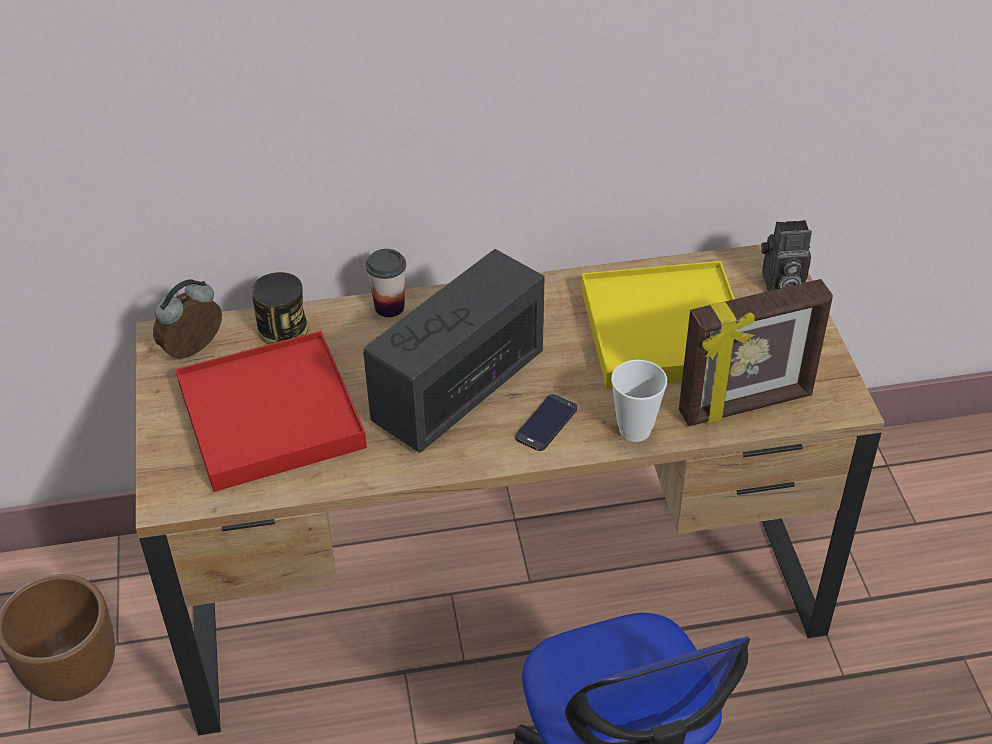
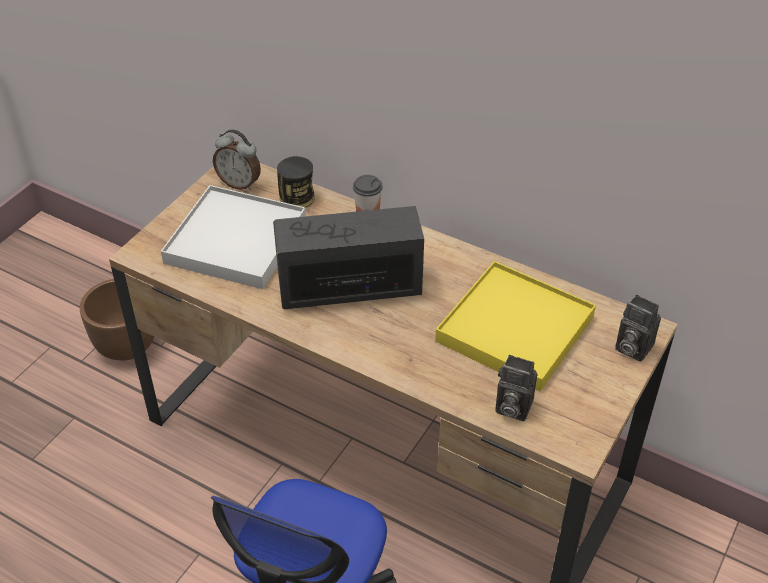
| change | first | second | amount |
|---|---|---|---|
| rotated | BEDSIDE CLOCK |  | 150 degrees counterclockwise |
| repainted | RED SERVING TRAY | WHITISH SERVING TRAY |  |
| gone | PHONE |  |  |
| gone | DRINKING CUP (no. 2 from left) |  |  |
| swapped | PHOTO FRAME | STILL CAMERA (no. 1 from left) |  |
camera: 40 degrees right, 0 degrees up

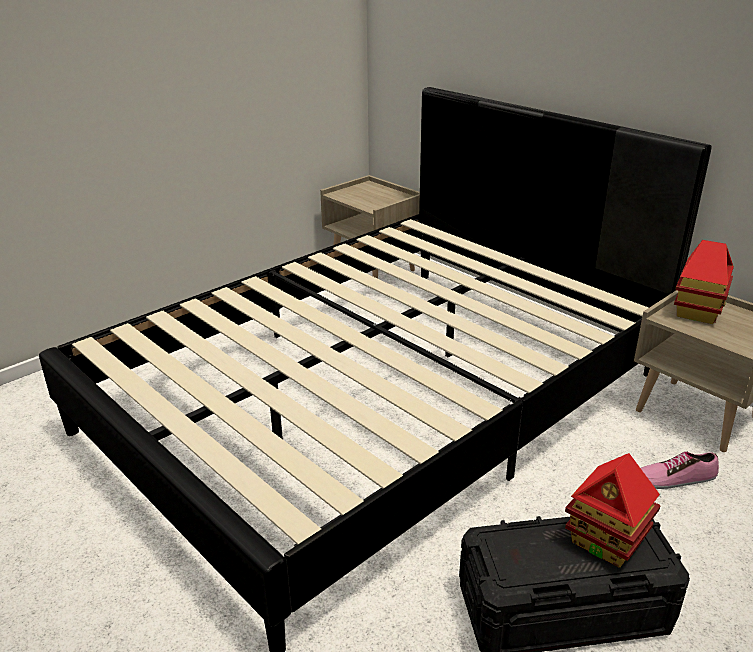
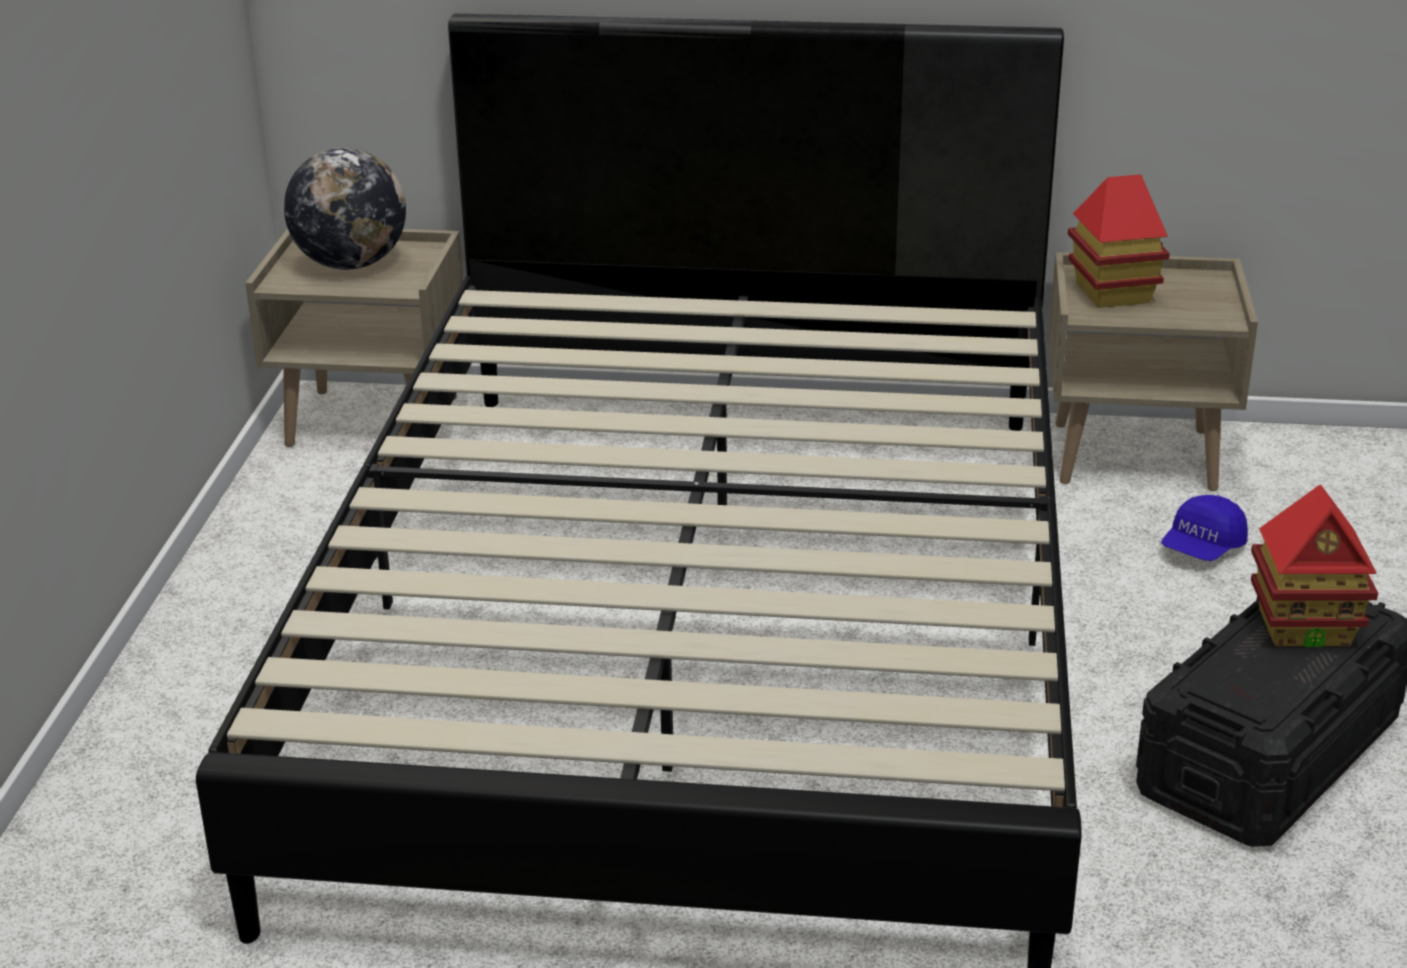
| change | first | second | amount |
|---|---|---|---|
| swapped | SHOE | BLUE PEAKED CAP |  |
| new |  | GLOBE |  |
camera: 40 degrees left, 0 degrees up

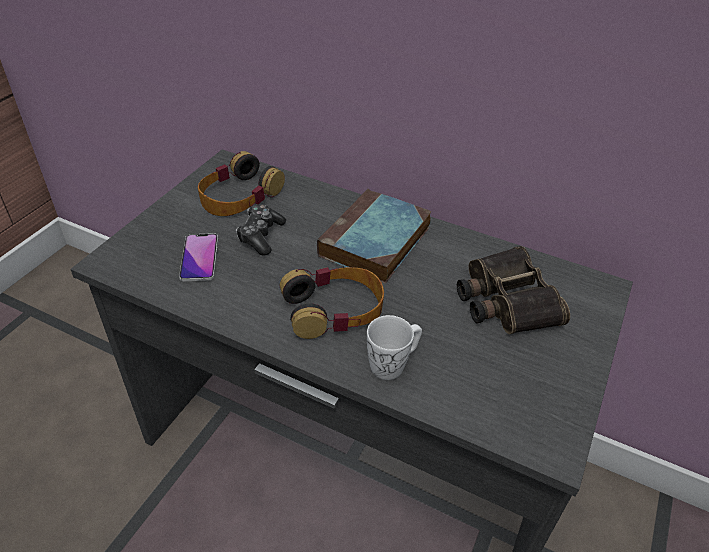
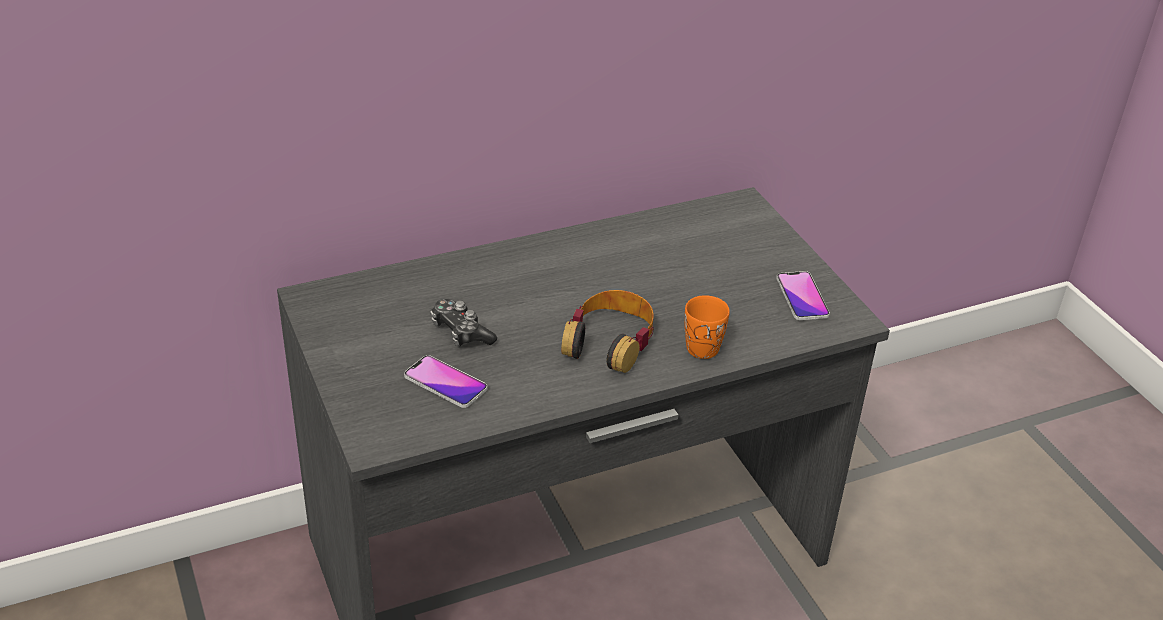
| change | first | second | amount |
|---|---|---|---|
| gone | HEADSET (no. 1 from left) |  |  |
| gone | VOLUME |  |  |
| repainted | WHITISH TEA MUG | ORANGE-COLOURED TEA MUG |  |
| gone | BINOCULARS |  |  |
| new |  | PHONE (no. 2 from left) |  |
camera: 50 degrees left, 5 degrees down

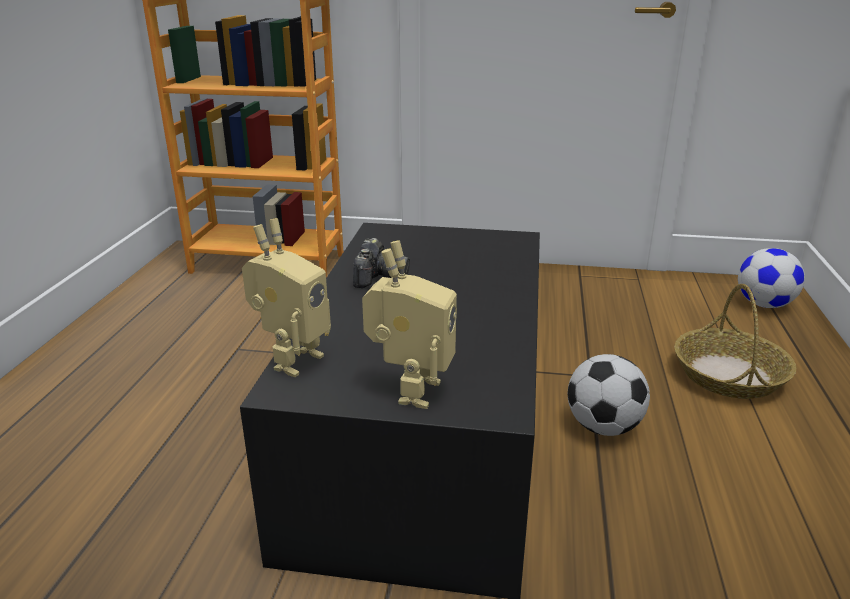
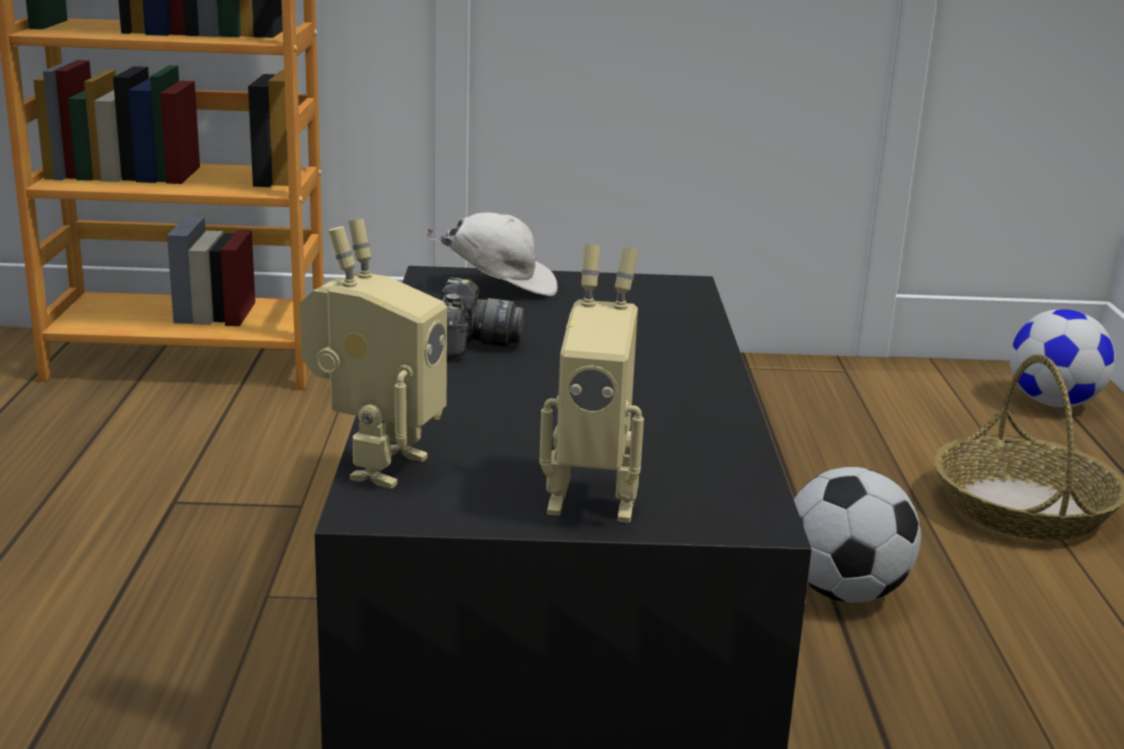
| change | first | second | amount |
|---|---|---|---|
| rotated | TOY ROBOT (no. 2 from left) |  | 90 degrees clockwise |
| new |  | WHITISH PEAKED CAP |  |
camera: 10 degrees left, 5 degrees down

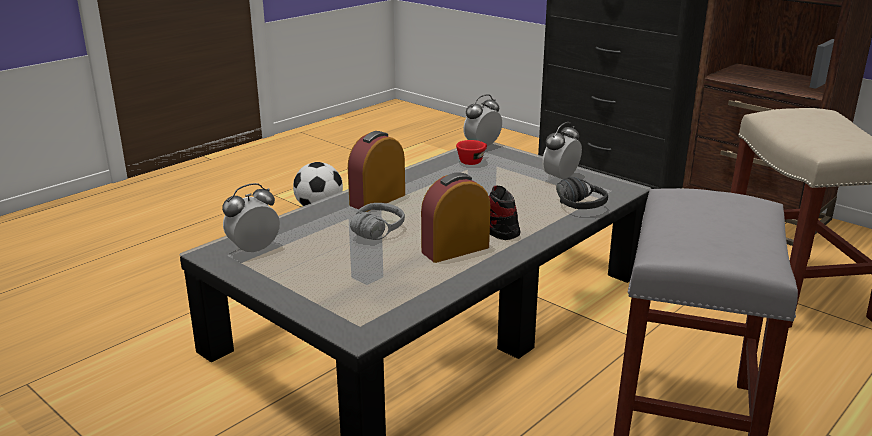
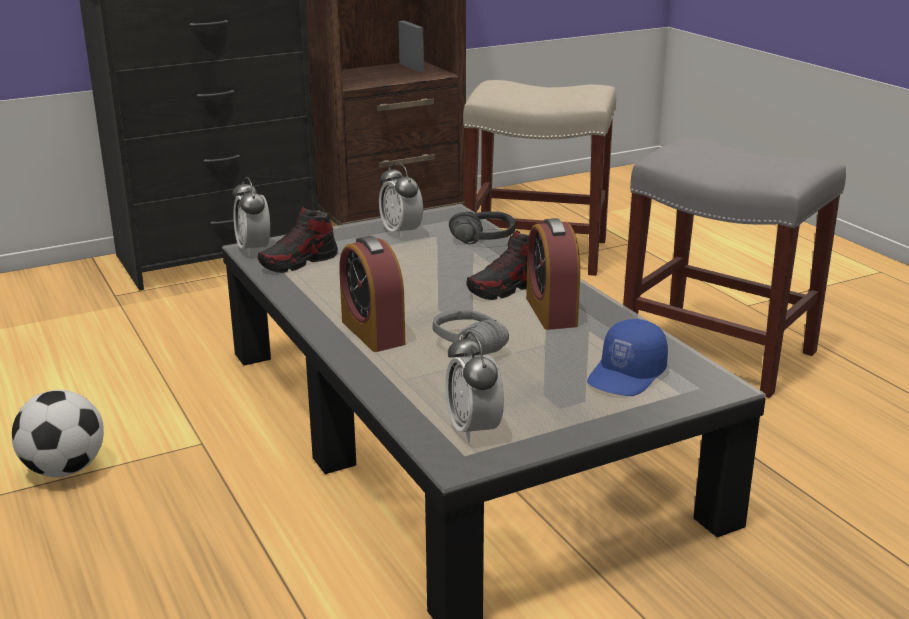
| change | first | second | amount |
|---|---|---|---|
| swapped | RED DRINKING CUP | SHOE (no. 1 from left) |  |
| new |  | BLUE PEAKED CAP |  |
camera: 70 degrees left, 0 degrees up

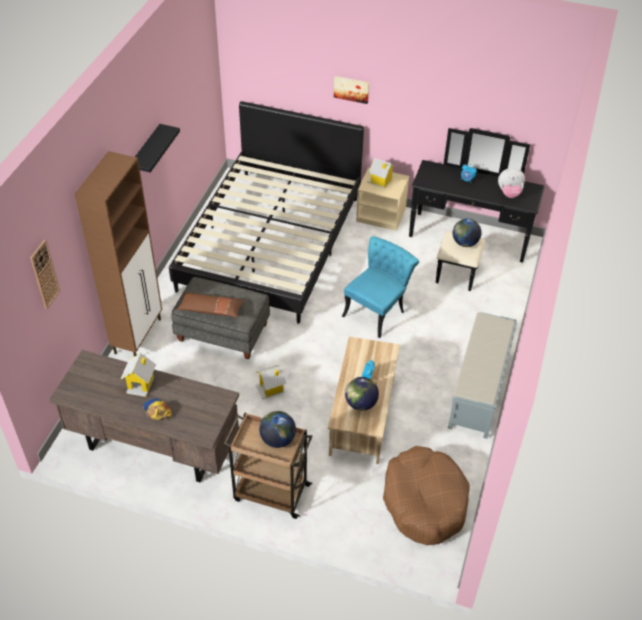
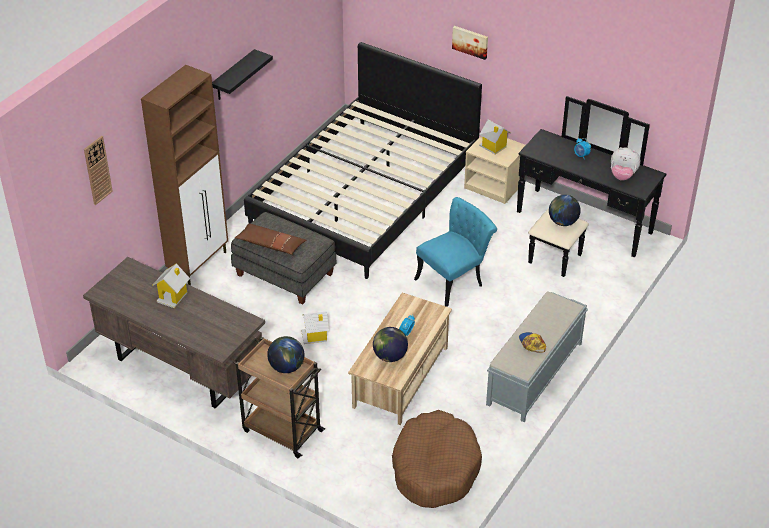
| change | first | second | amount |
|---|---|---|---|
| shifted | PEAKED CAP |  |  |
camera: 15 degrees right, 5 degrees down

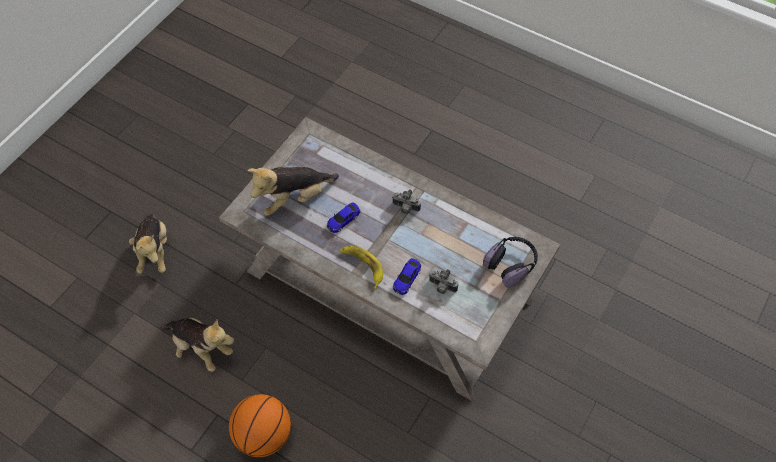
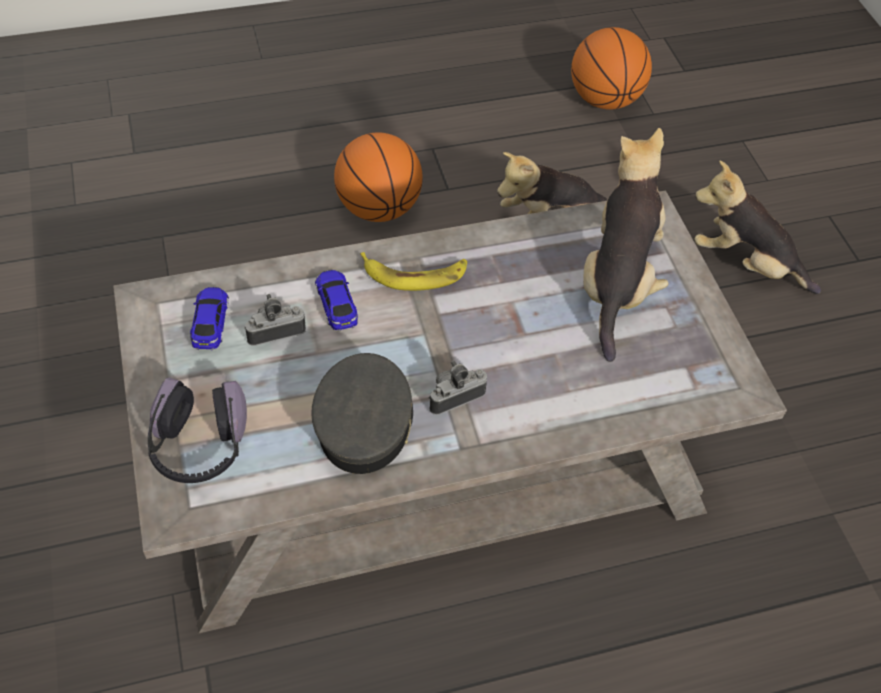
| change | first | second | amount |
|---|---|---|---|
| shifted | MODEL CAR (no. 1 from left) |  |  |
| new |  | GREYISH PEAKED CAP |  |
| new |  | BALL FOR BASKETBALL (no. 2 from left) |  |
camera: 130 degrees right, 5 degrees down

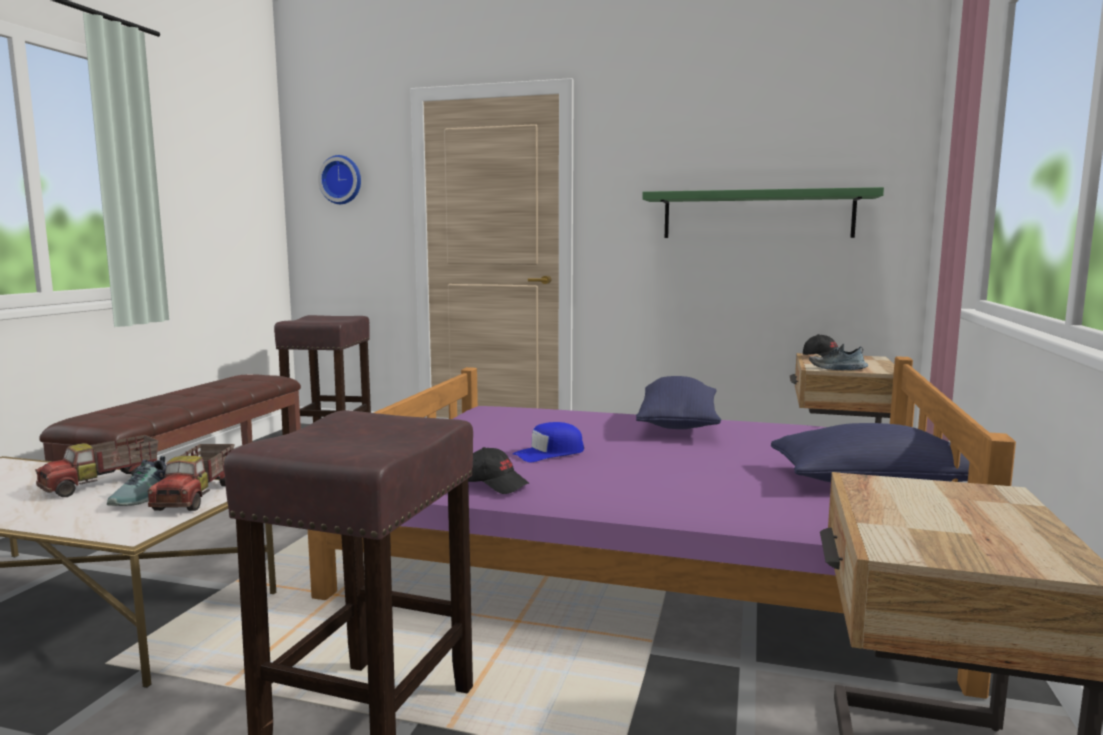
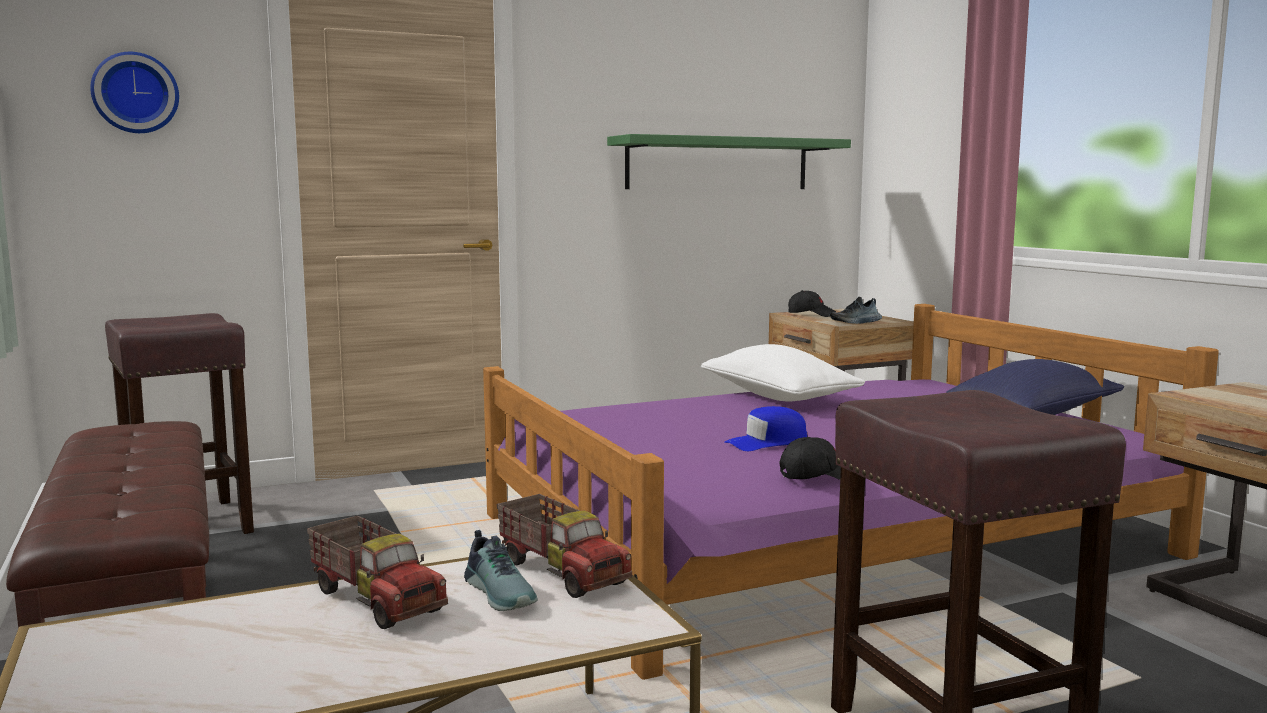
| change | first | second | amount |
|---|---|---|---|
| rotated | TOY TRUCK (no. 1 from left) |  | 45 degrees counterclockwise |
| rotated | BLUE PEAKED CAP |  | 45 degrees clockwise |
| repainted | BLUE THROW PILLOW (no. 1 from left) | WHITISH THROW PILLOW |  |
camera: 40 degrees left, 0 degrees up

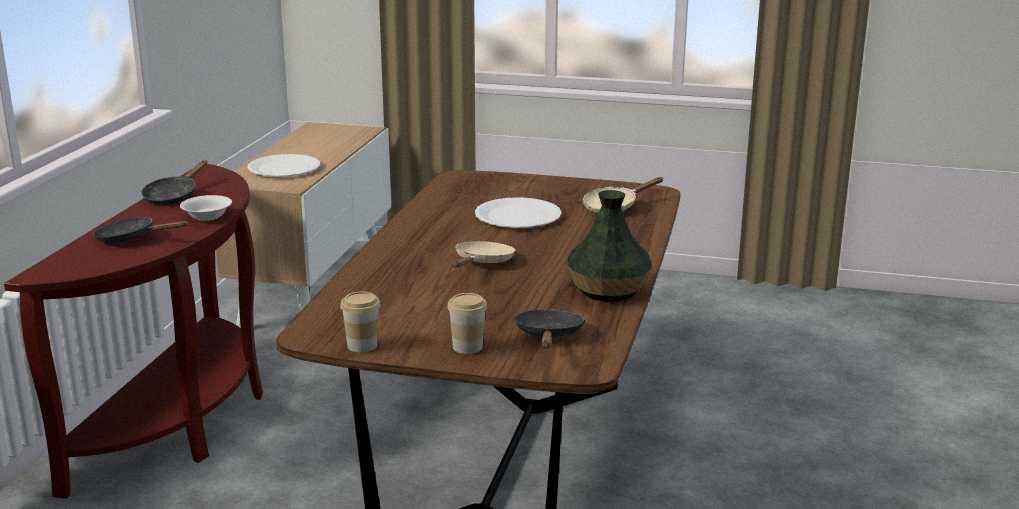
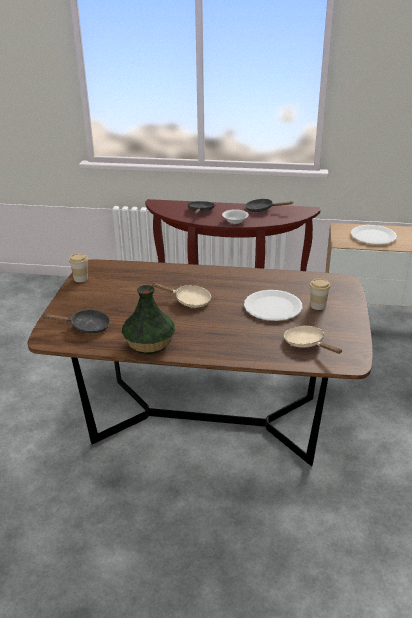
| change | first | second | amount |
|---|---|---|---|
| shifted | DRINKING CUP (no. 2 from left) |  |  |
camera: 85 degrees right, 10 degrees up

